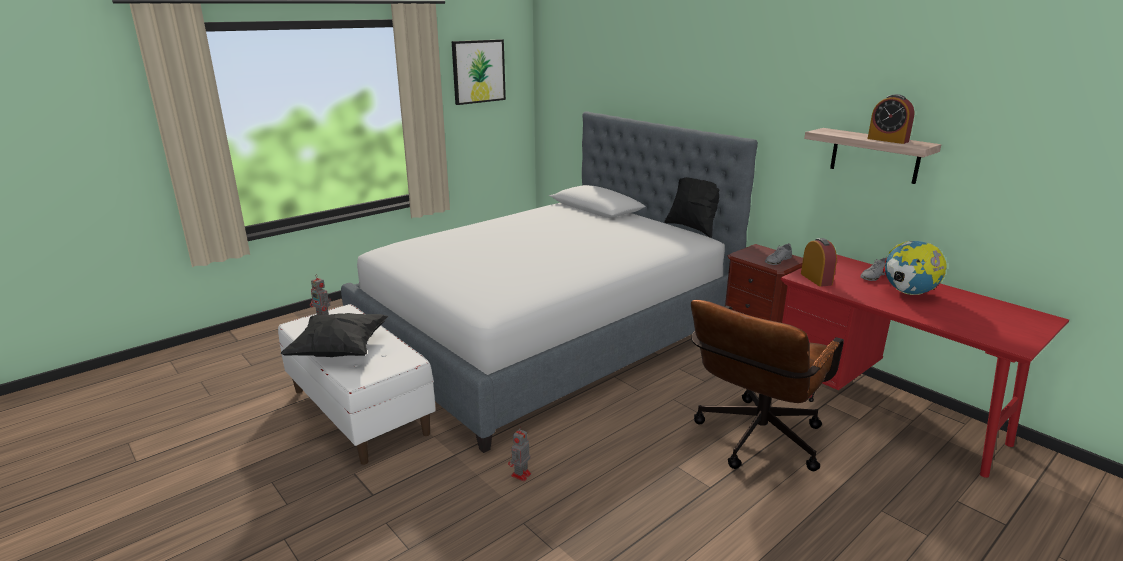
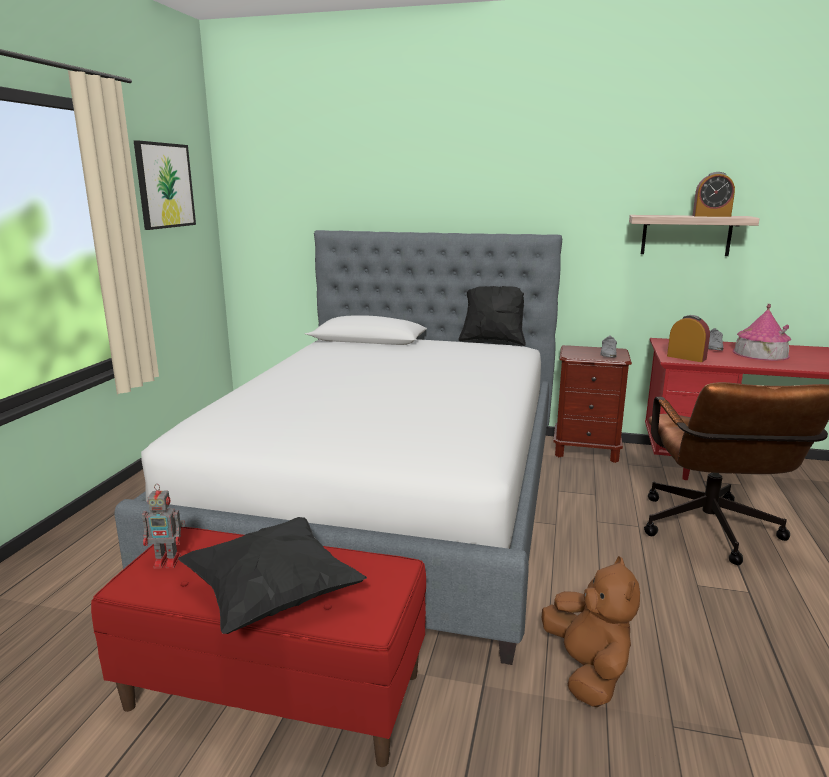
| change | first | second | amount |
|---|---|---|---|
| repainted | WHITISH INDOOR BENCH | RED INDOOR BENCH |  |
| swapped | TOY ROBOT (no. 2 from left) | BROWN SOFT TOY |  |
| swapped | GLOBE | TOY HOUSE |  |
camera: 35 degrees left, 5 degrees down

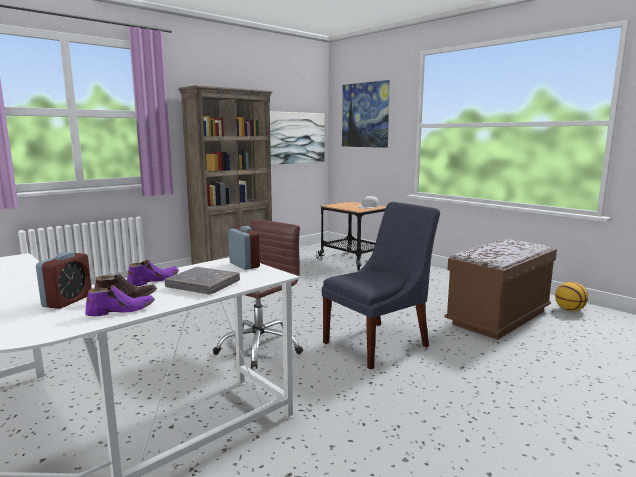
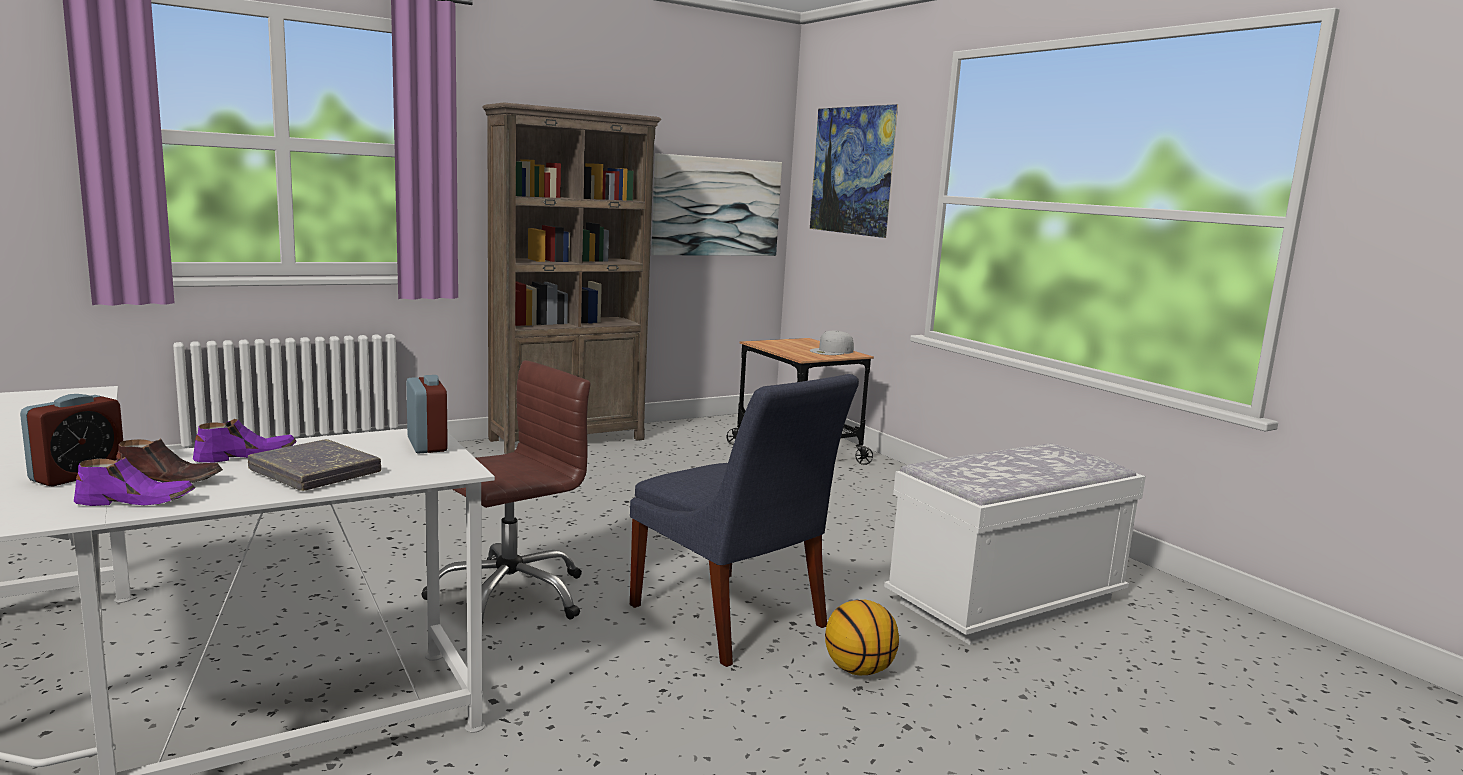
| change | first | second | amount |
|---|---|---|---|
| rotated | BLUE PLAIN CHAIR |  | 75 degrees clockwise |
| repainted | BROWN INDOOR BENCH | WHITISH INDOOR BENCH |  |
| shifted | BALL FOR BASKETBALL |  |  |
camera: 10 degrees right, 0 degrees up

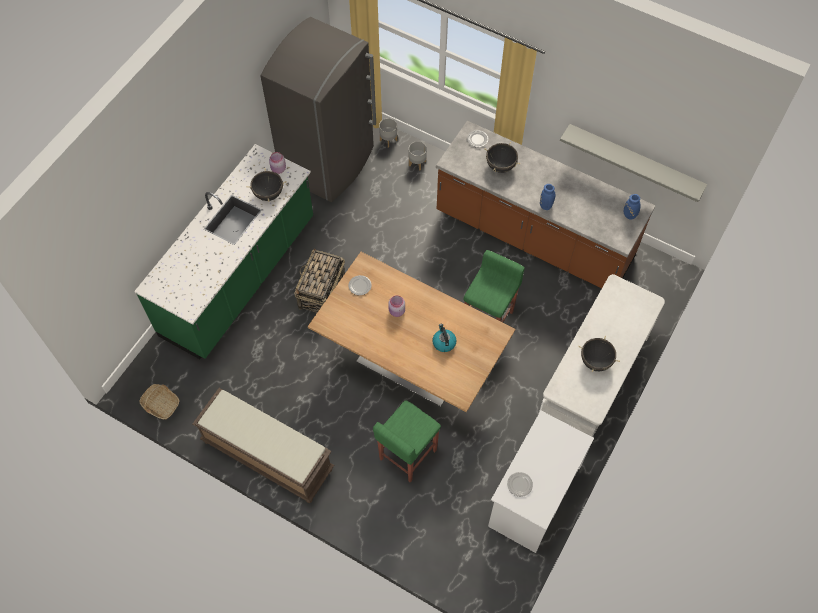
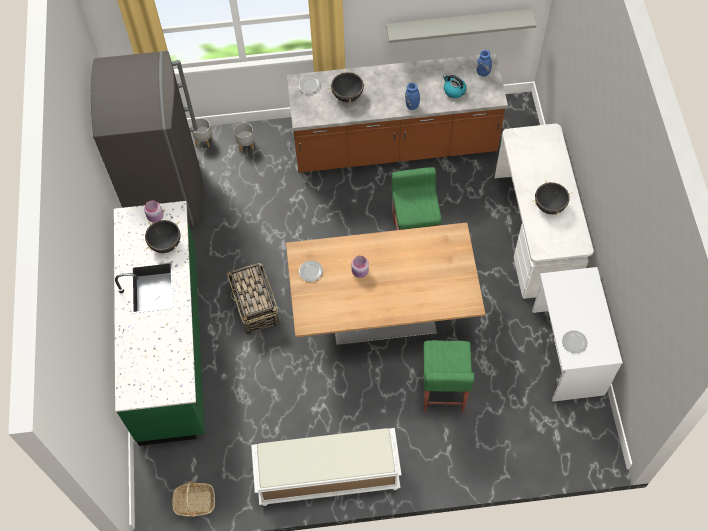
| change | first | second | amount |
|---|---|---|---|
| repainted | BROWN INDOOR BENCH | WHITISH INDOOR BENCH |  |
| shifted | WATER KETTLE |  |  |
camera: 35 degrees left, 0 degrees up

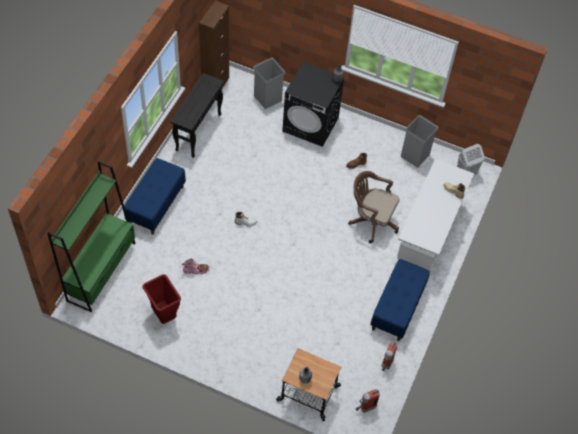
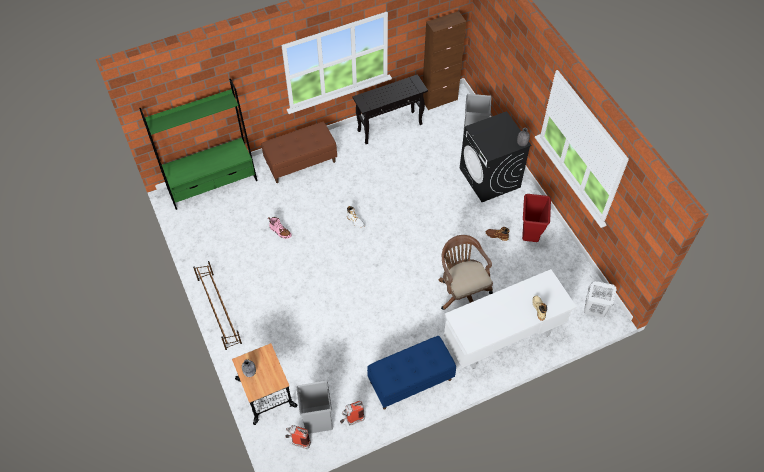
| change | first | second | amount |
|---|---|---|---|
| repainted | BLUE INDOOR BENCH (no. 1 from left) | BROWN INDOOR BENCH |  |
| shifted | RED RUBBISH BIN |  |  |
| shifted | GREYISH RUBBISH BIN (no. 2 from left in the first image) | GREYISH RUBBISH BIN (no. 1 from left) |  |
| new |  | BROWN SHOE SHELF |  |
camera: 45 degrees right, 0 degrees up

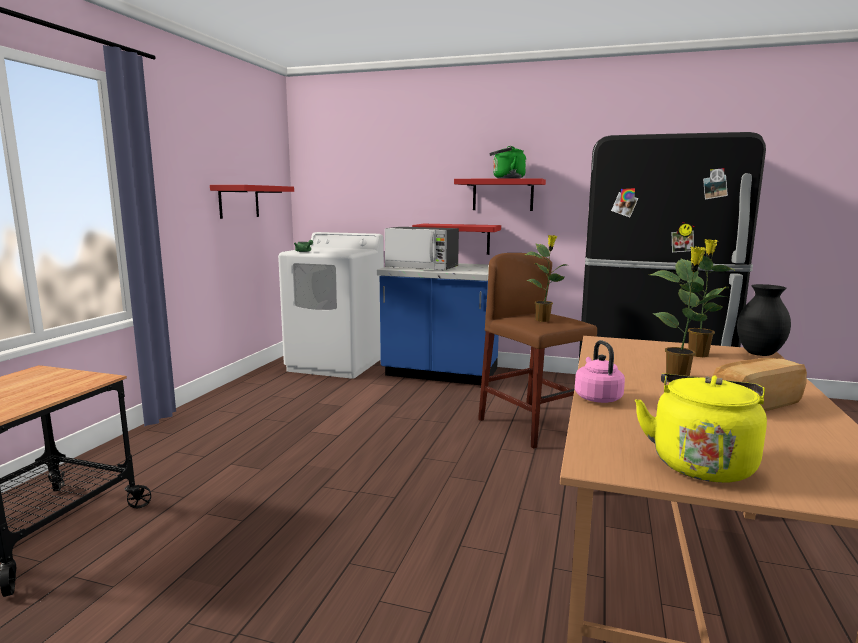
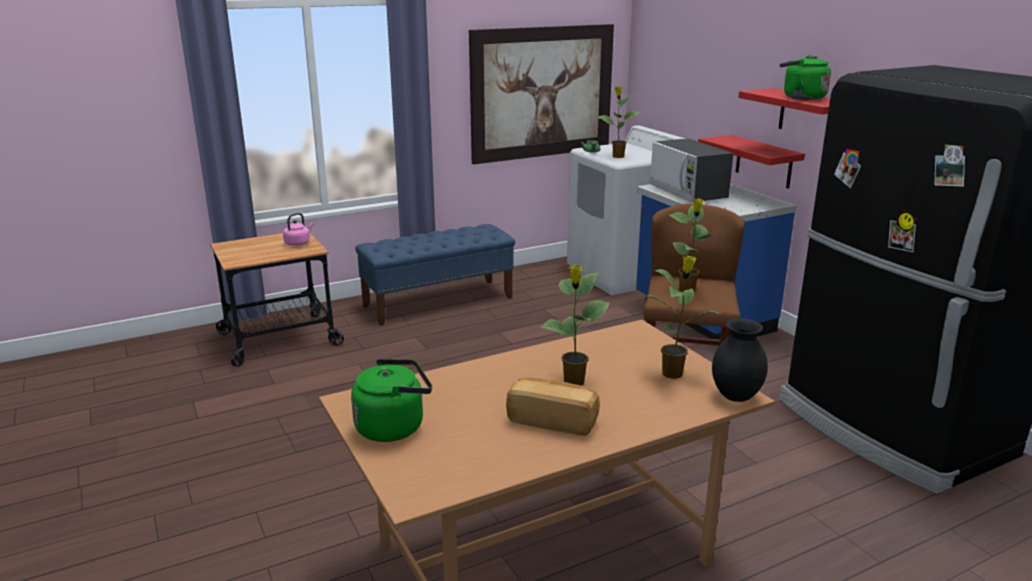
| change | first | second | amount |
|---|---|---|---|
| swapped | RED WALL SHELF (no. 1 from left) | WALL PICTURE |  |
| shifted | PINK-COLOURED WATER KETTLE |  |  |
| repainted | YELLOW WATER KETTLE | GREEN-COLOURED WATER KETTLE (no. 1 from left) |  |
| new |  | BLUE INDOOR BENCH |  |
| new |  | POTTED PLANT (no. 2 from left) |  |
camera: 45 degrees right, 10 degrees up

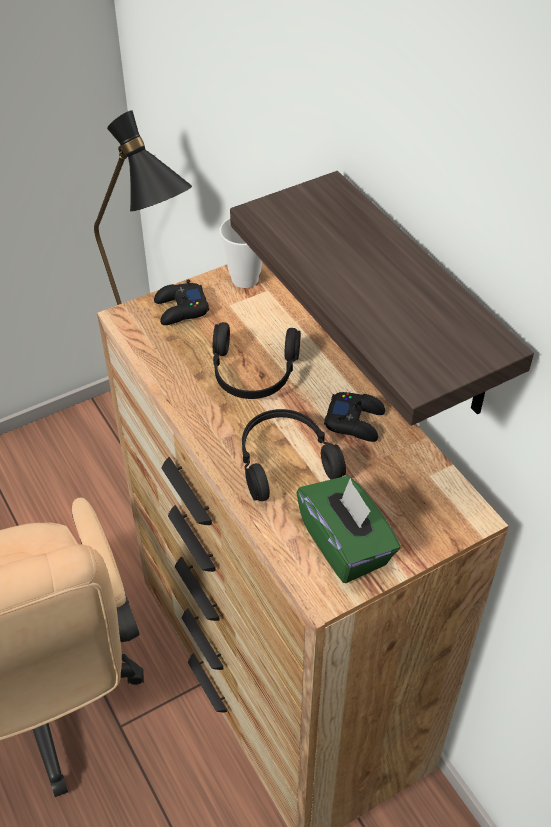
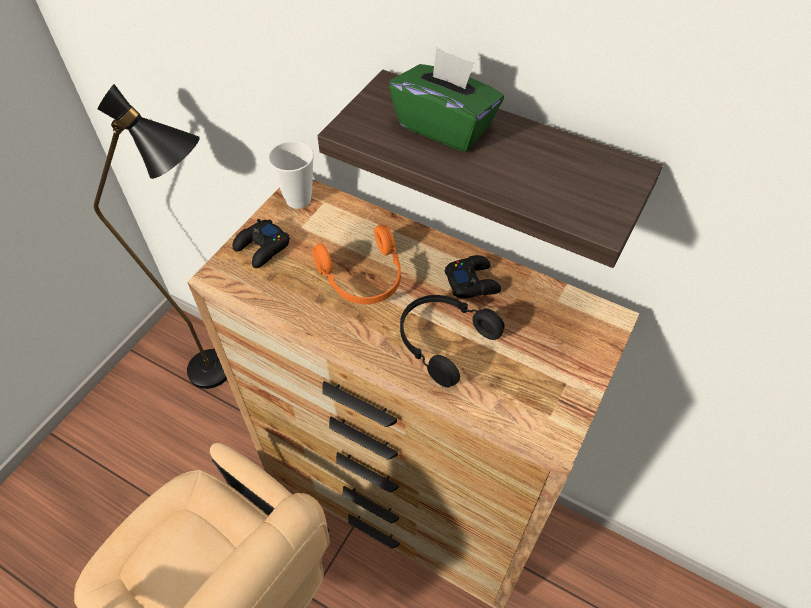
| change | first | second | amount |
|---|---|---|---|
| repainted | BLACK-COLOURED HEADSET (no. 1 from left) | ORANGE-COLOURED HEADSET |  |
| shifted | GREEN-COLOURED TISSUE BOX |  |  |
camera: 30 degrees left, 5 degrees up

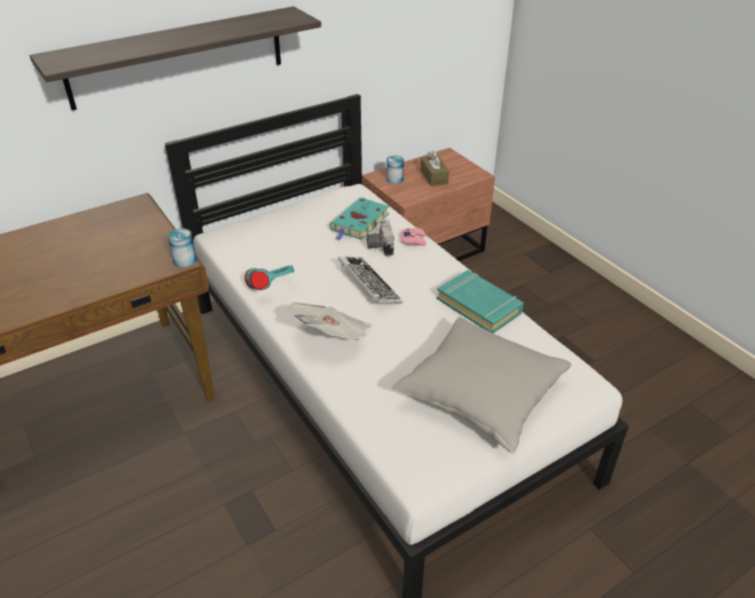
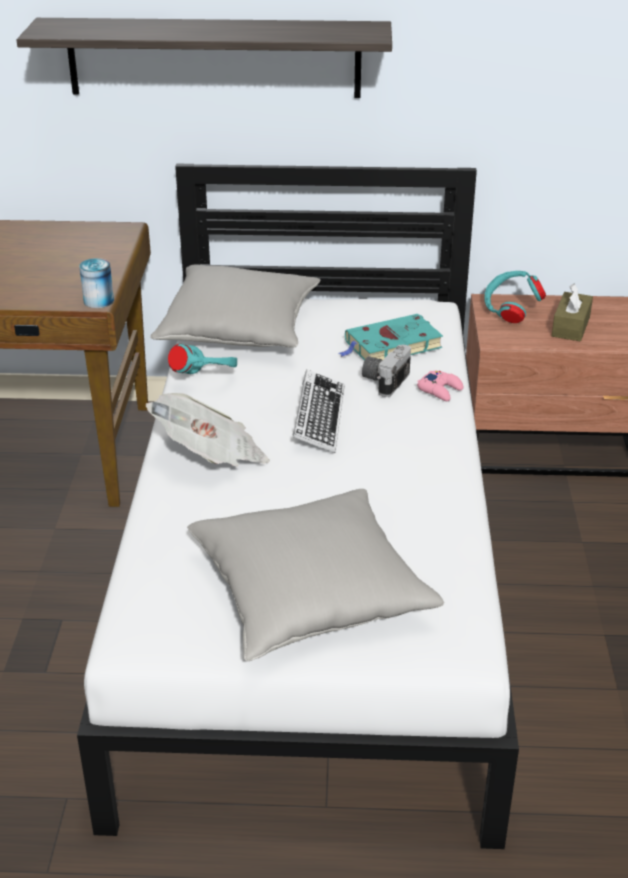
| change | first | second | amount |
|---|---|---|---|
| swapped | SEALED CAN (no. 2 from left) | TURQUOISE-COLOURED HEADSET (no. 2 from left) |  |
| gone | TURQUOISE-COLOURED VOLUME (no. 2 from left) |  |  |
| new |  | GREYISH THROW PILLOW (no. 1 from left) |  |
camera: 35 degrees right, 5 degrees down

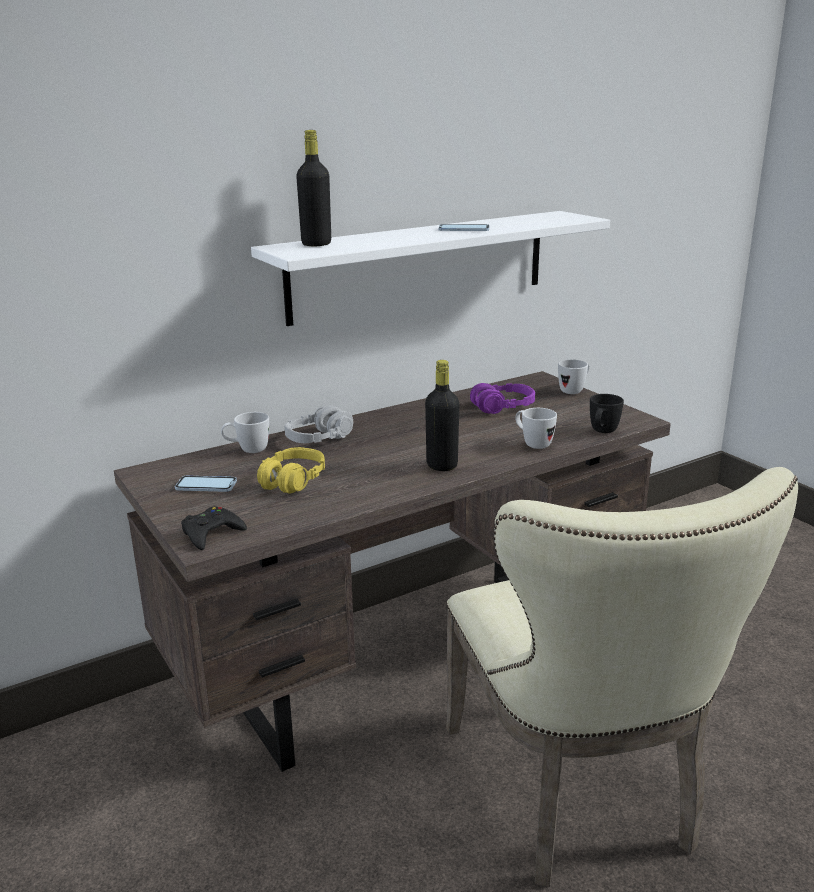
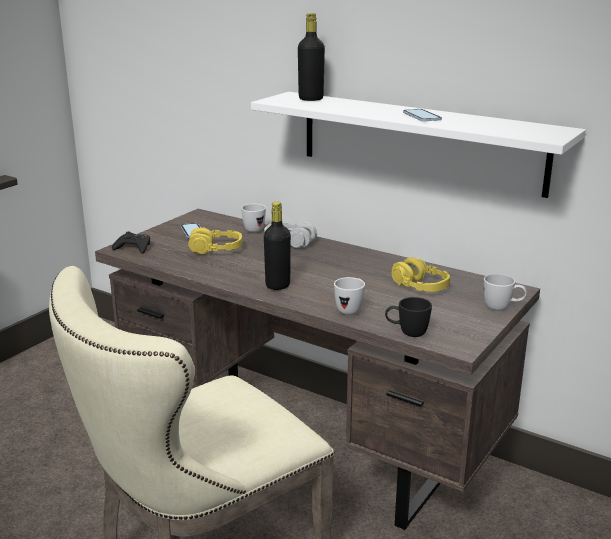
| change | first | second | amount |
|---|---|---|---|
| repainted | PURPLISH HEADSET | YELLOW HEADSET (no. 2 from left) |  |
camera: 65 degrees right, 0 degrees up

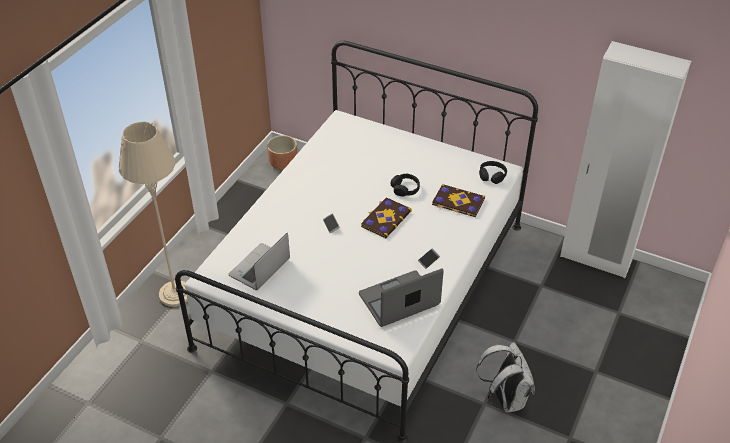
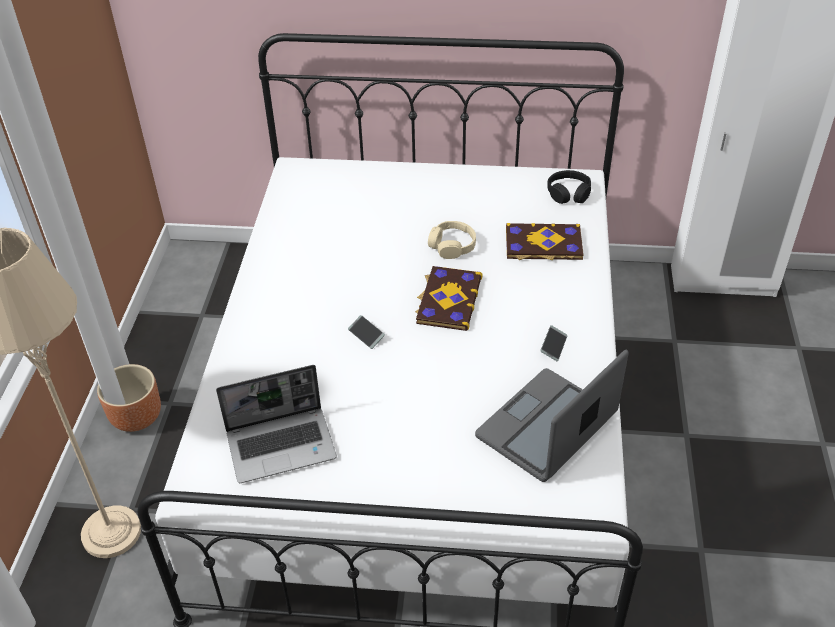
| change | first | second | amount |
|---|---|---|---|
| rotated | LAPTOP (no. 1 from left) |  | 120 degrees counterclockwise |
| shifted | BROWN PLANT POT |  |  |
| repainted | BLACK-COLOURED HEADSET (no. 1 from left) | BEIGE HEADSET |  |
| gone | WHITISH KNAPSACK |  |  |
camera: 20 degrees left, 0 degrees up

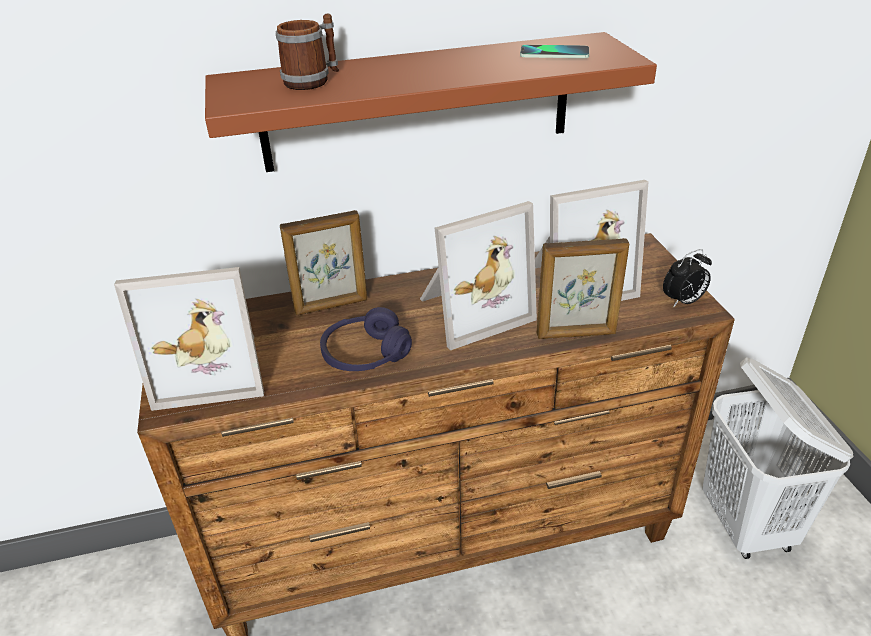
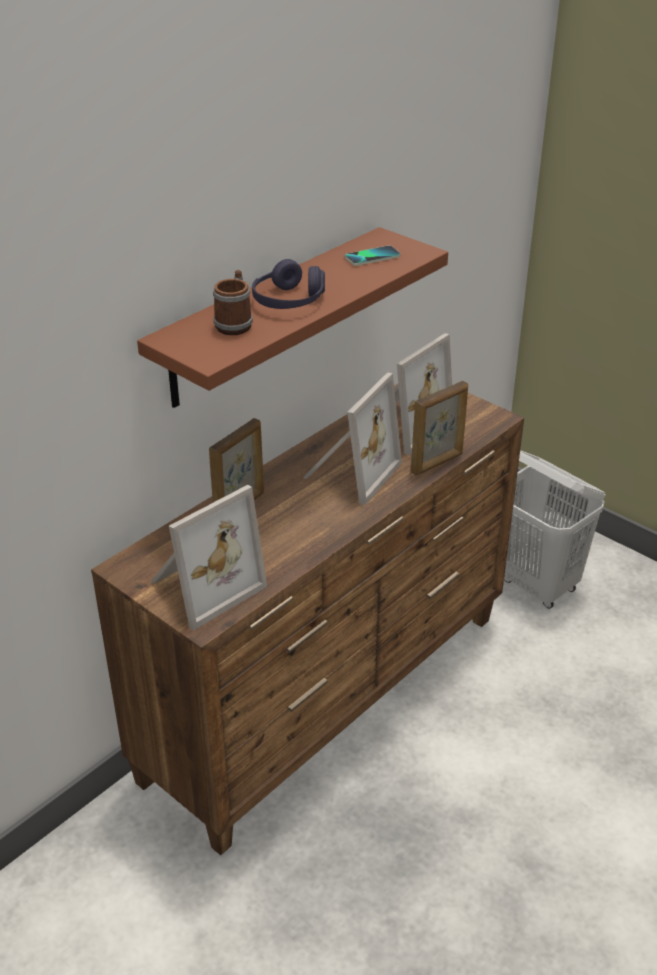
| change | first | second | amount |
|---|---|---|---|
| shifted | PURPLISH HEADSET |  |  |
| gone | BEDSIDE CLOCK |  |  |
camera: 35 degrees left, 0 degrees up

